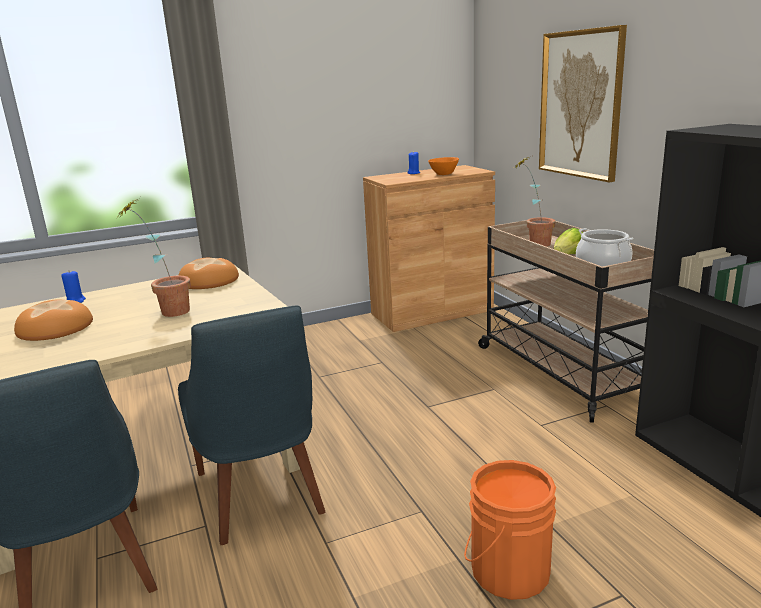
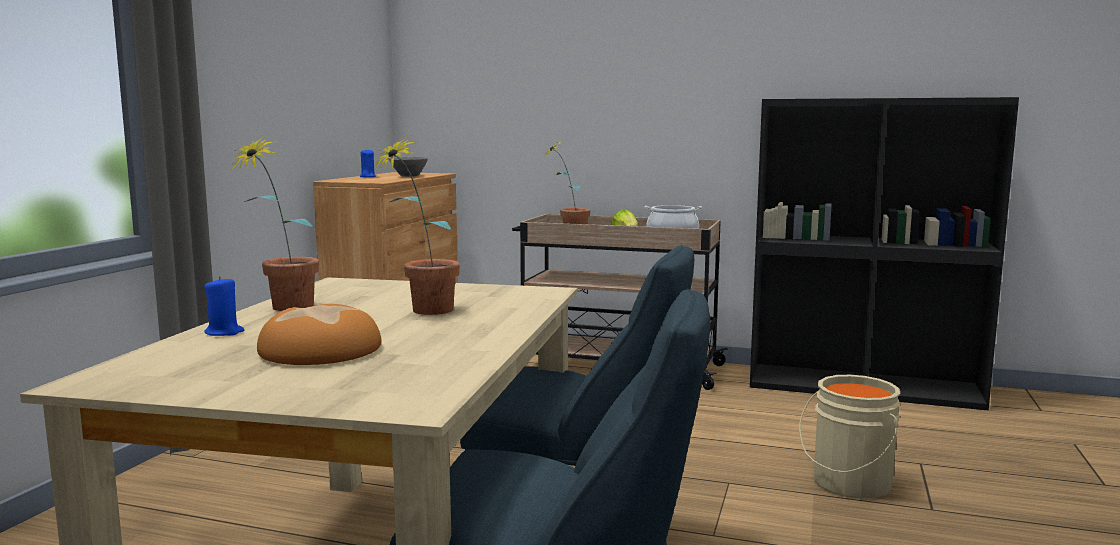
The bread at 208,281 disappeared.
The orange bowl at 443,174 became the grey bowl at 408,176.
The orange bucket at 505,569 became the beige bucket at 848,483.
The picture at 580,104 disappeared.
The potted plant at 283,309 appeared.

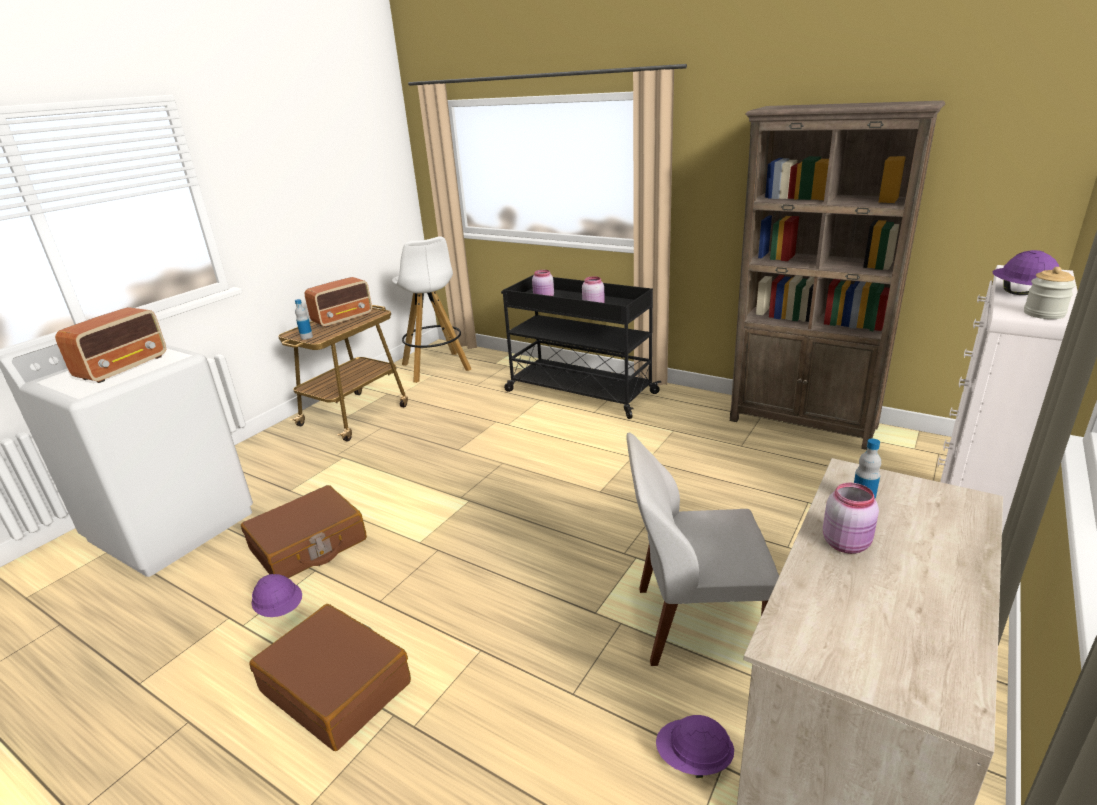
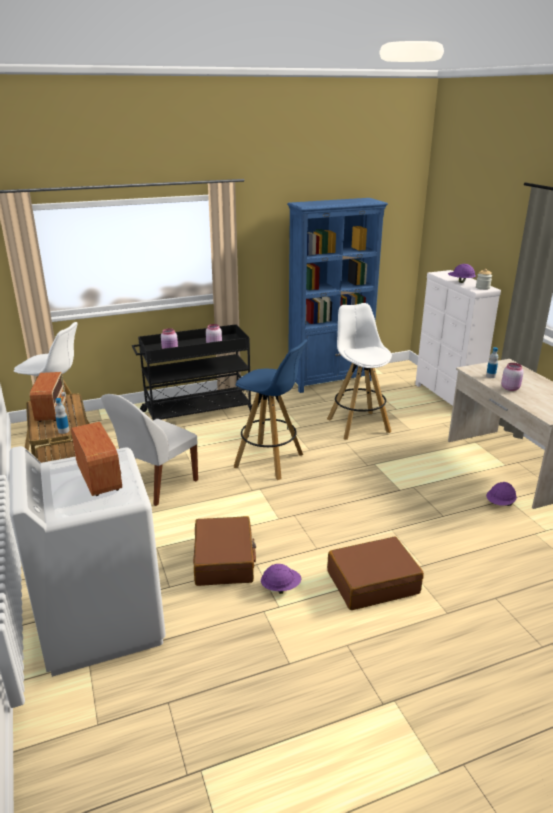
The white chair moved from 693,623 to 156,484.
The brown bookcase at 803,423 became the blue bookcase at 330,380.
The blue stool at 270,461 appeared.
The white stool at 358,425 appeared.

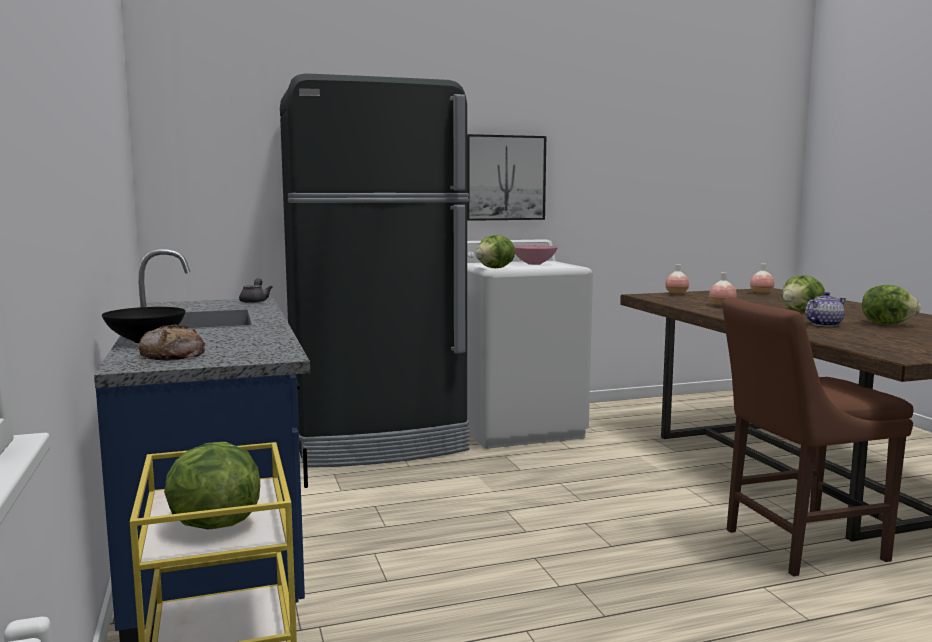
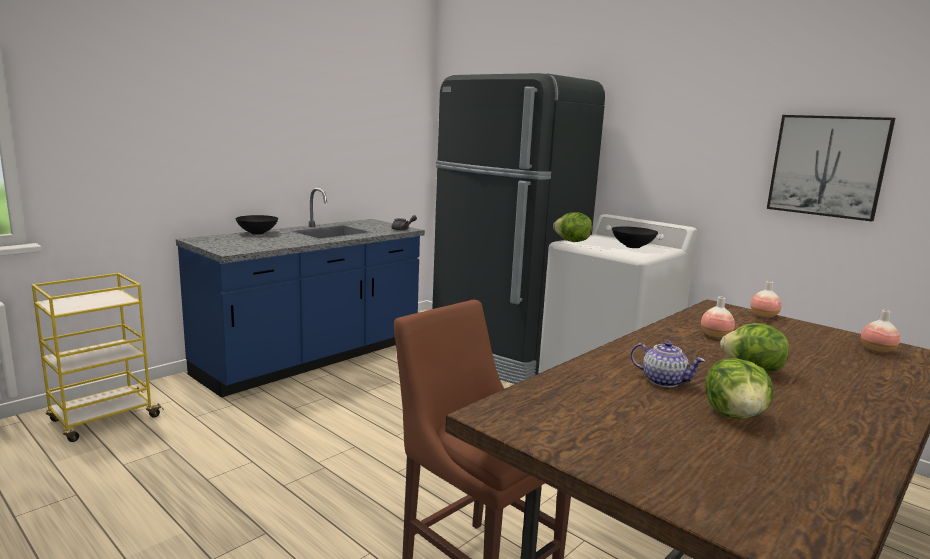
The bread at 173,354 disappeared.
The lettuce at 212,524 disappeared.
The picture moved from 505,178 to 827,166.
The pink bowl at 535,264 became the black bowl at 633,247.

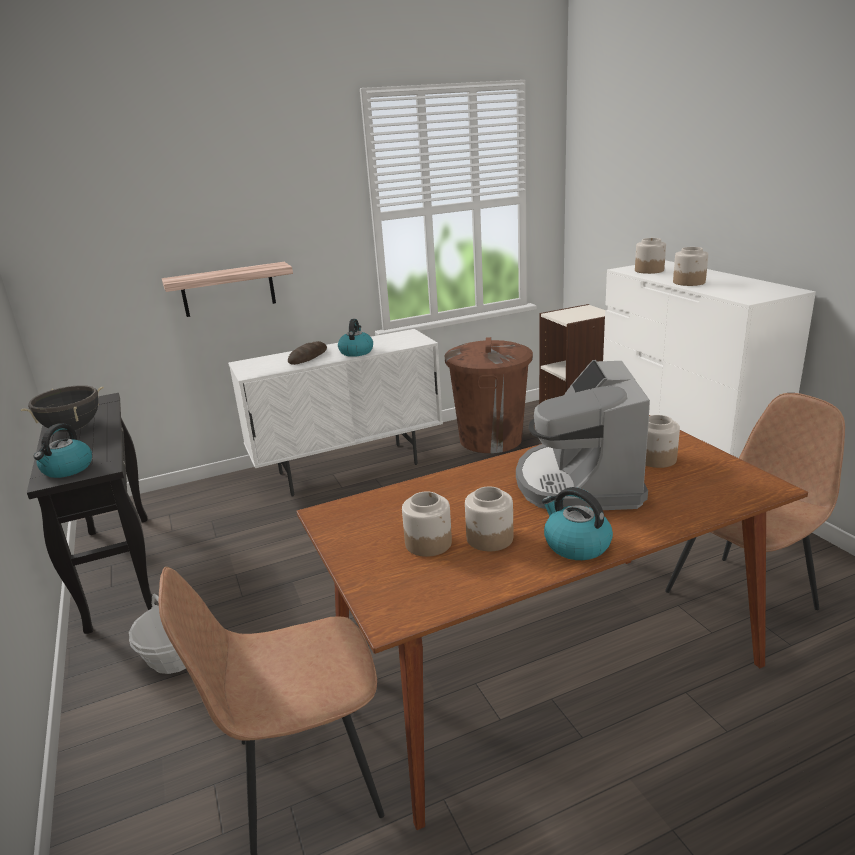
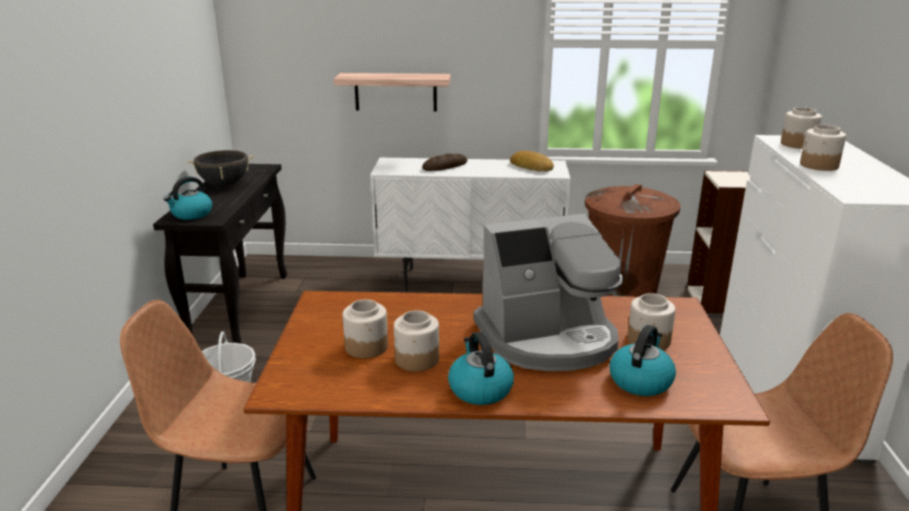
The kettle moved from 356,352 to 640,380.
The coffee machine at 579,482 turned 135 degrees counterclockwise.
The bread at 532,166 appeared.

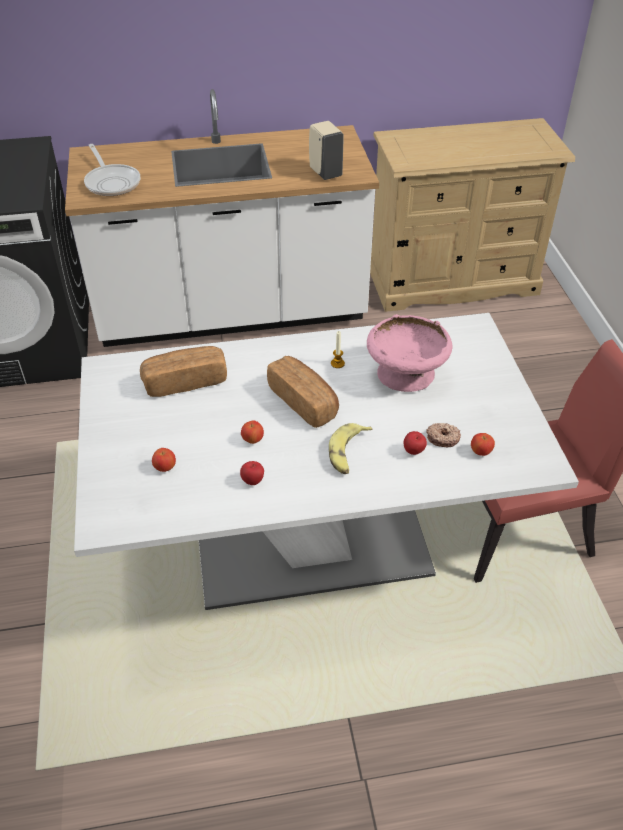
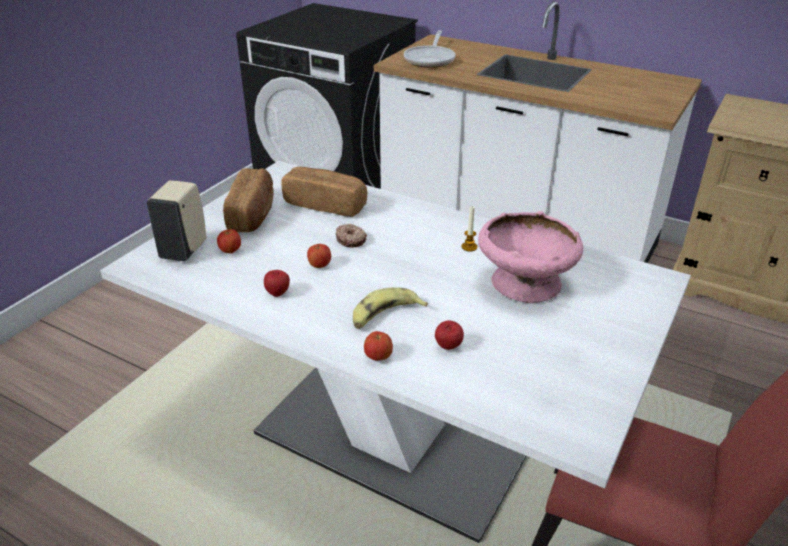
The bread moved from 304,401 to 253,214.
The beige soap dispenser moved from 325,172 to 185,250.
The donut moved from 443,438 to 351,240.
The apple moved from 481,452 to 378,357.

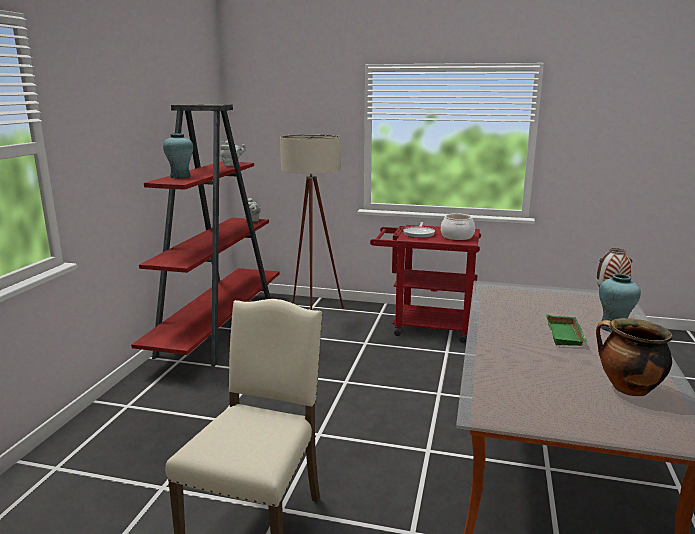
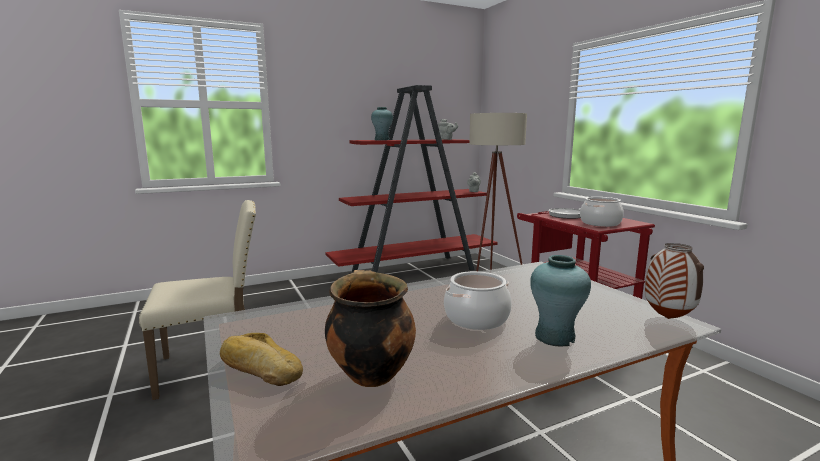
The green tray at 566,335 was replaced by the cooking pot at 476,319.
The bread at 259,369 appeared.

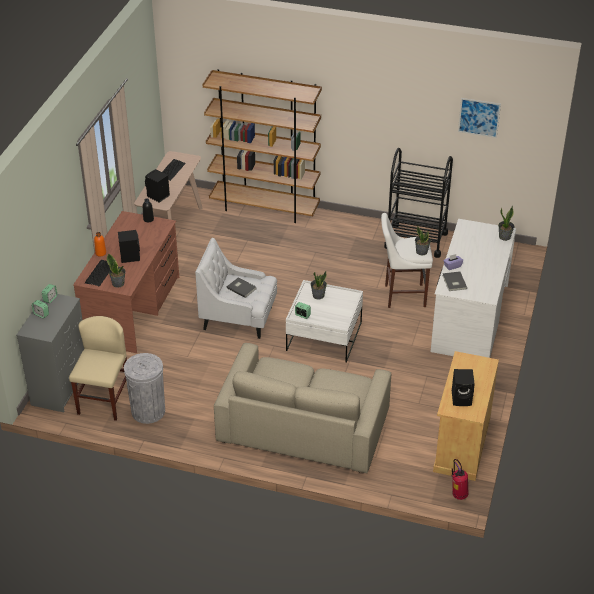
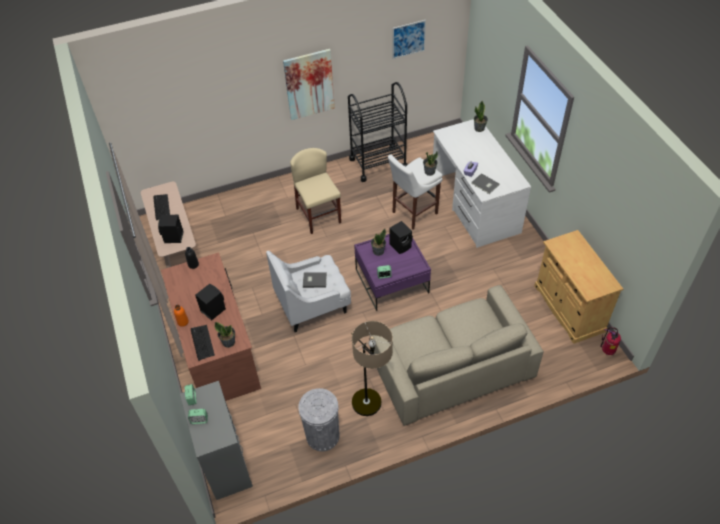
The beige chair moved from 104,400 to 318,215.
The brown bookcase at 265,208 disappeared.
The white coffee table at 324,336 became the purple coffee table at 392,281.
The black speaker moved from 462,398 to 401,245.
The picture at 309,84 appeared.
The floor lamp at 371,413 appeared.

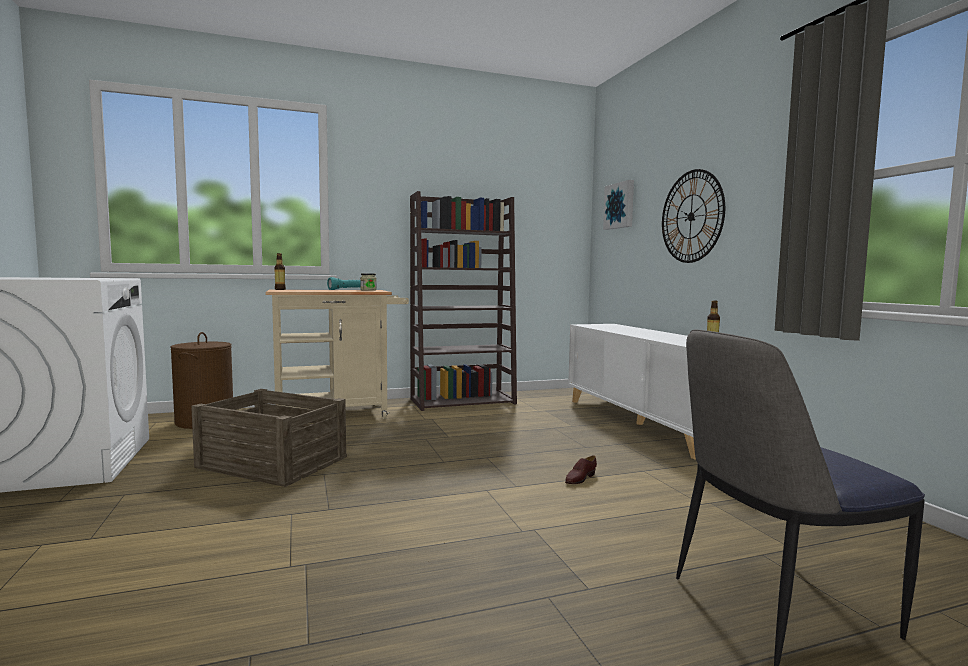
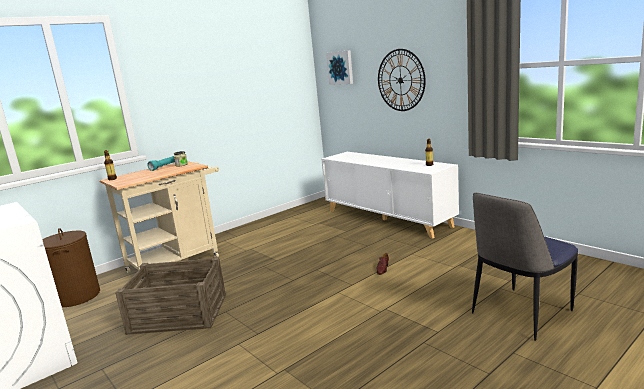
The brown bookcase at 463,401 disappeared.

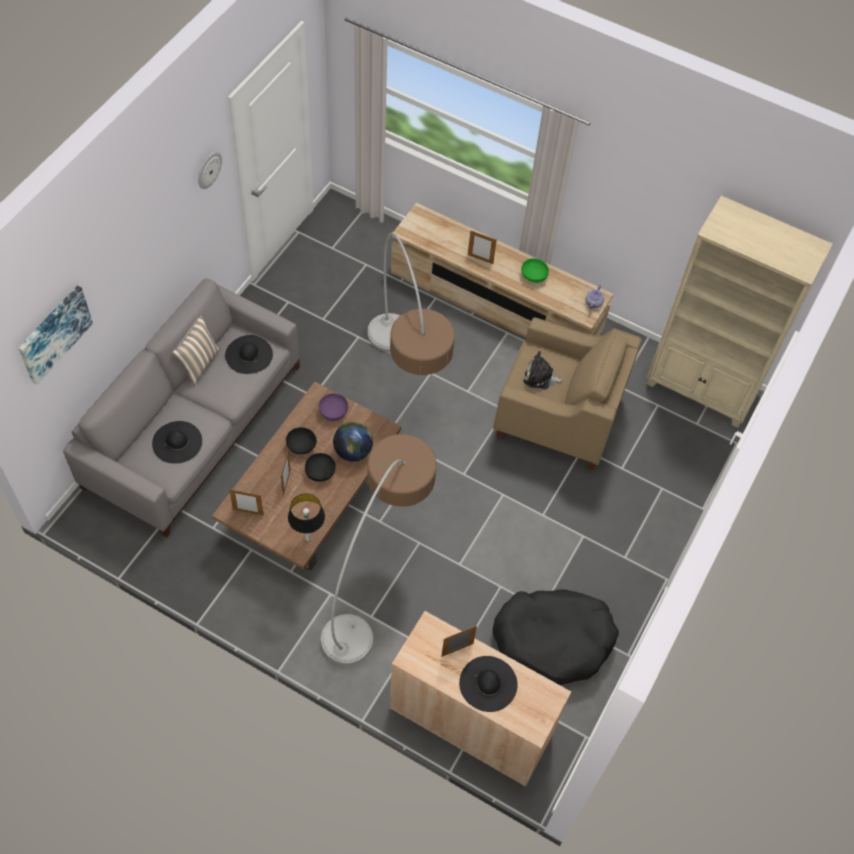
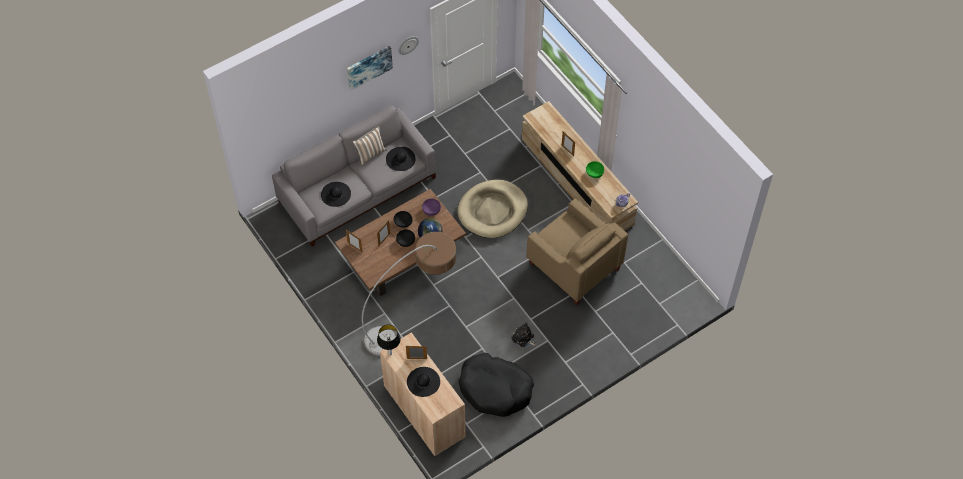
The picture moved from 54,333 to 369,67.
The table lamp moved from 308,538 to 390,353.
The floor lamp at 405,383 was replaced by the beige dog bed at 492,211.
The plush toy moved from 540,377 to 523,338.
The beige bookcase at 701,389 disappeared.

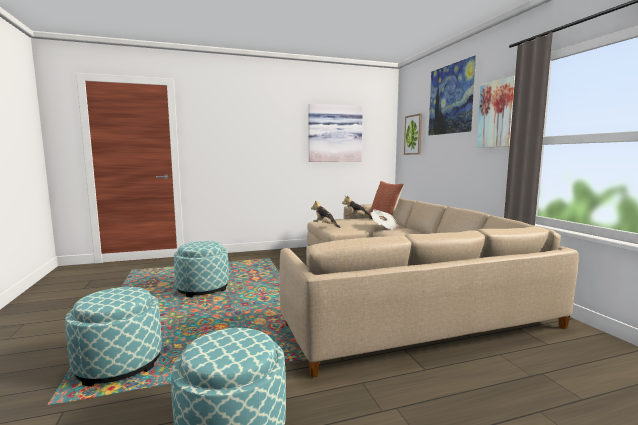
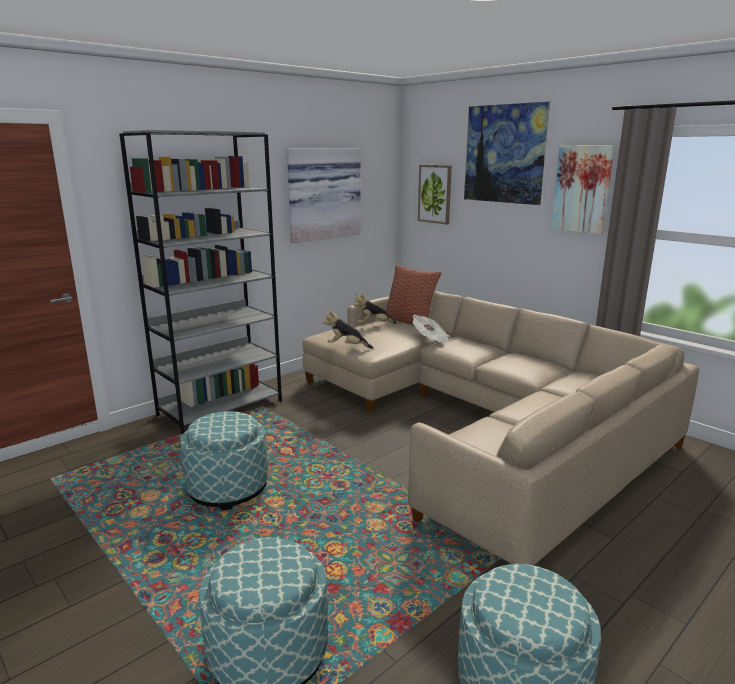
The grey bookcase at 221,407 appeared.

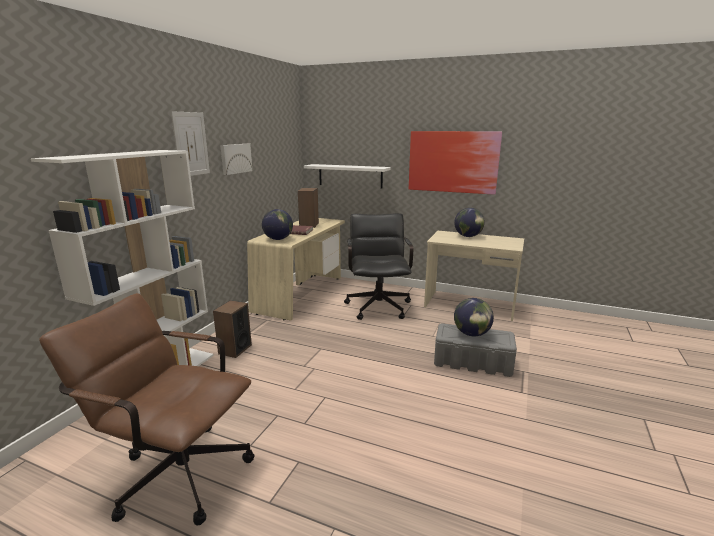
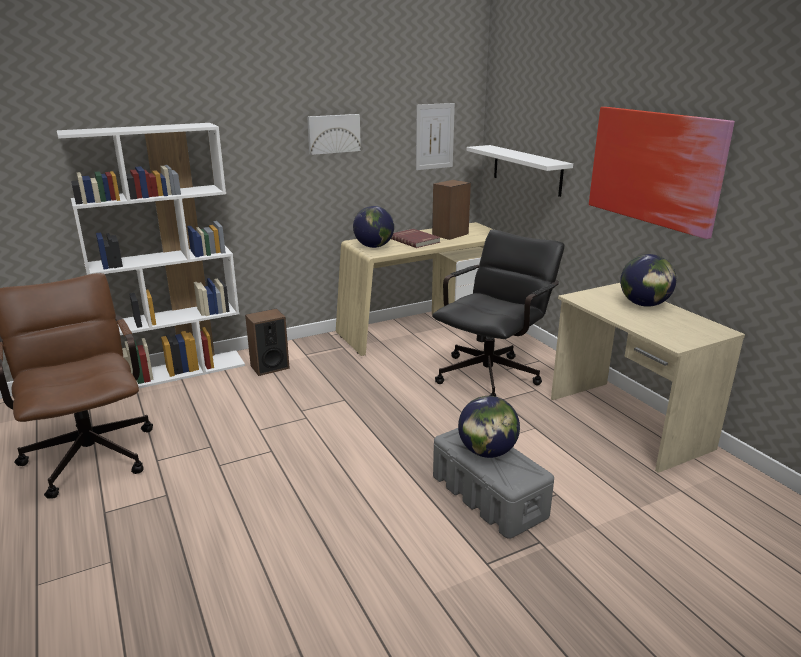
The picture moved from 191,144 to 434,136.

